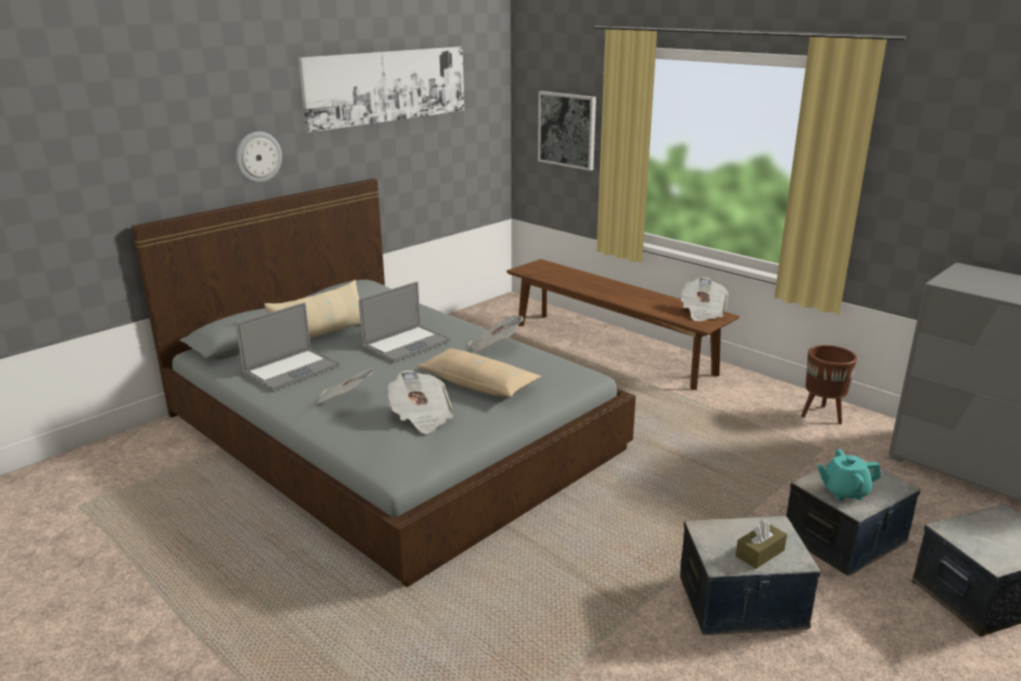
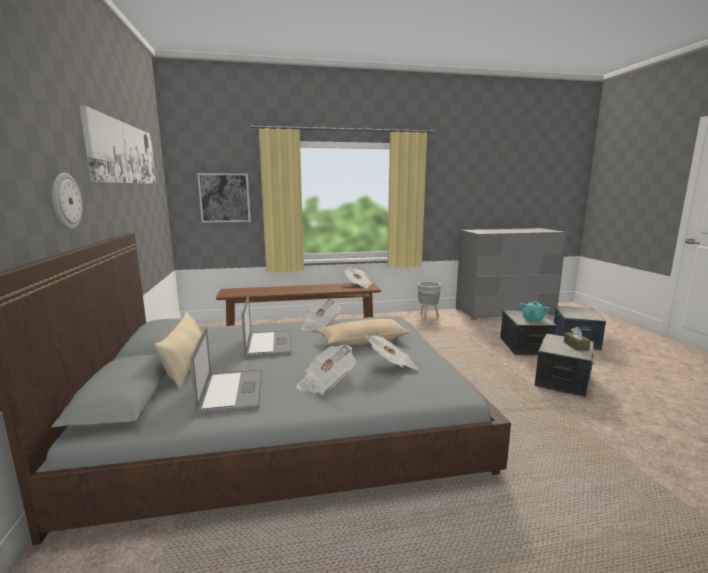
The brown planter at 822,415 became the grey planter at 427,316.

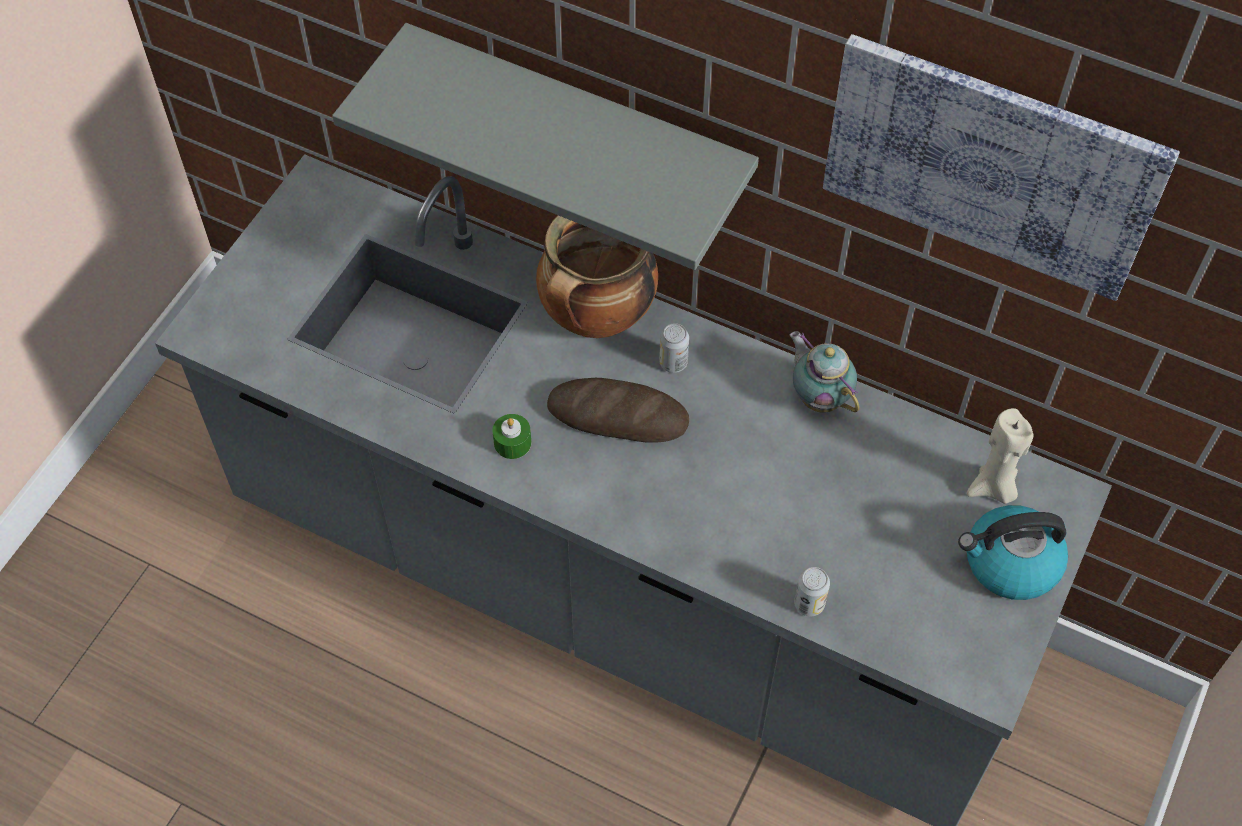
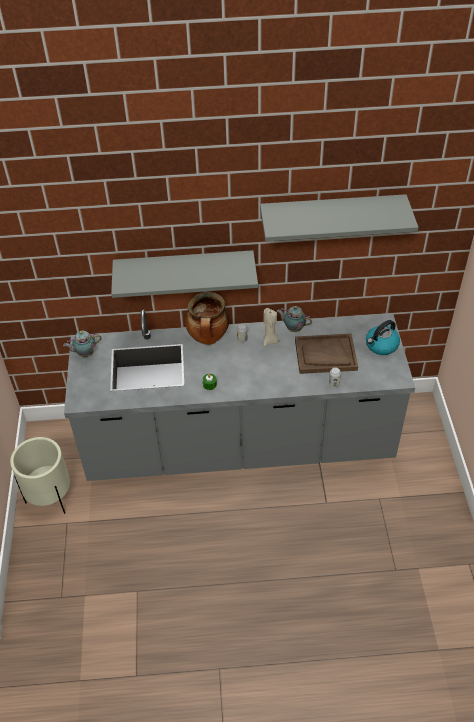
The bread at 617,416 disappeared.
The picture at 990,165 was replaced by the grey shelf at 332,215.
The beige candle moved from 993,488 to 270,341.
The beige planter at 50,497 appeared.
The teapot at 84,353 appeared.
The brown tray at 325,355 appeared.

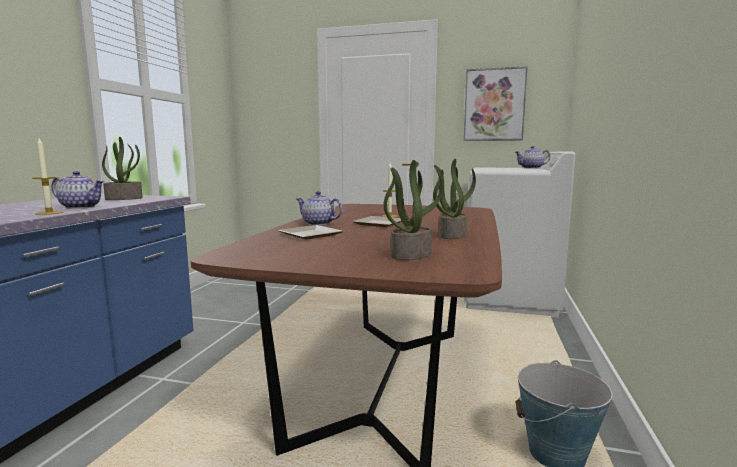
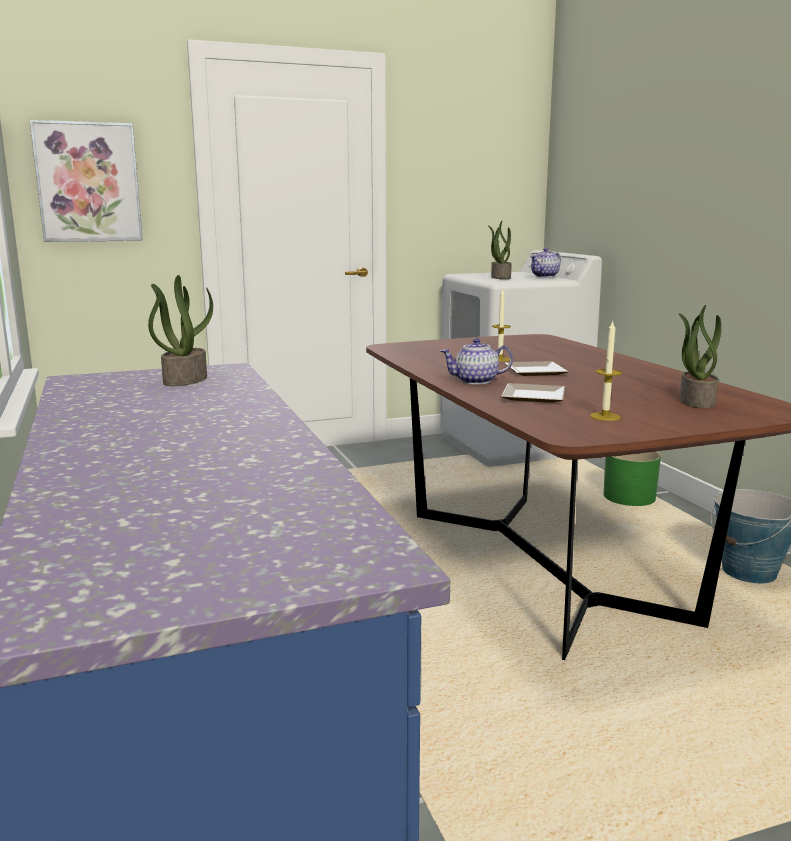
The candle moved from 49,213 to 605,416.
The teapot at 81,207 disappeared.
The potted plant moved from 452,235 to 500,277.
The picture moved from 494,105 to 88,182.
The green planter at 629,498 appeared.

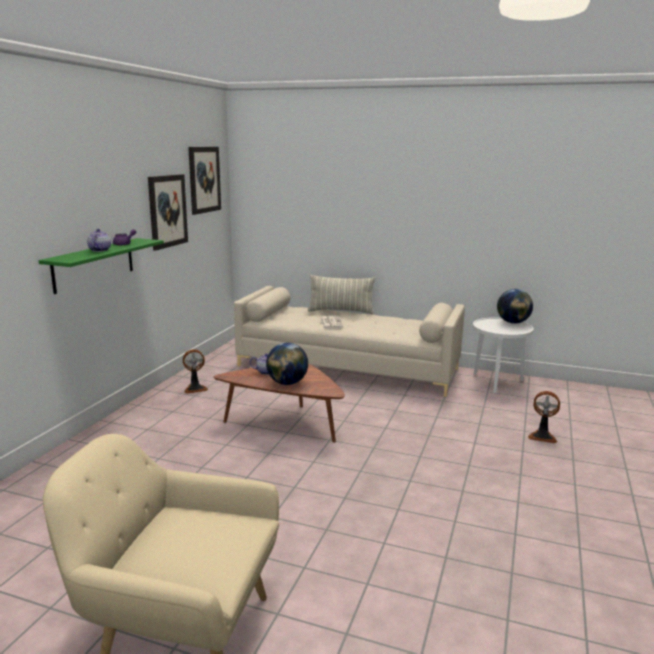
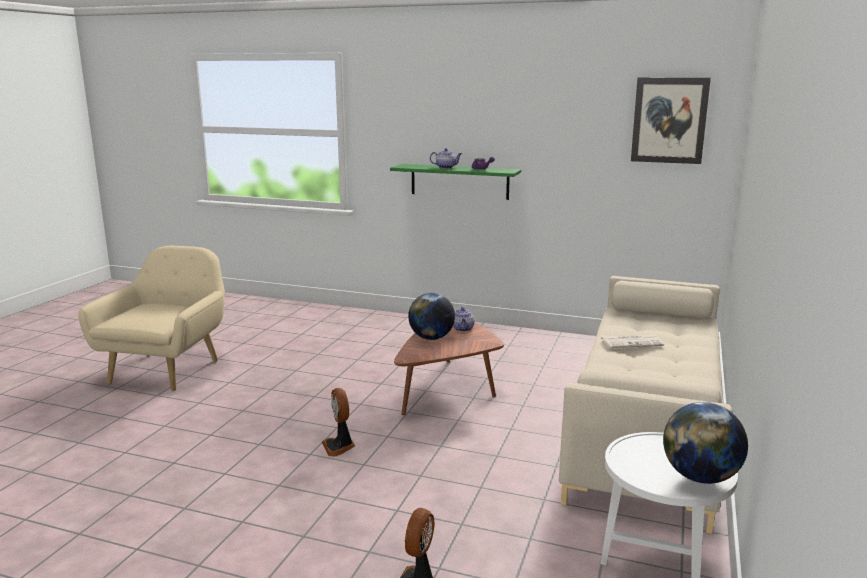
The picture at 167,211 disappeared.
The fan moved from 195,388 to 339,446.
The pillow at 341,311 disappeared.

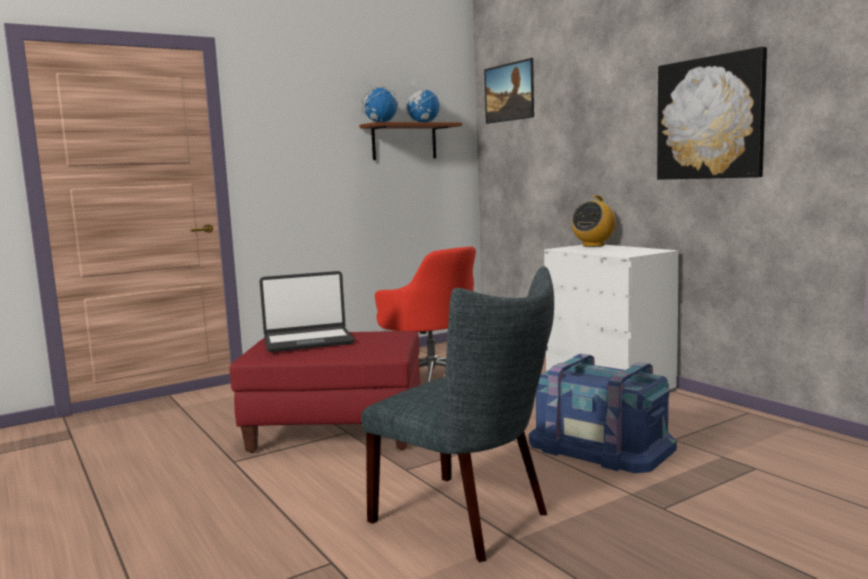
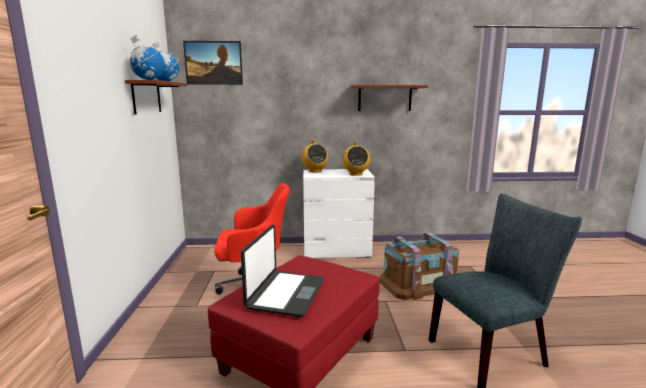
The blue storage box at 601,445 became the brown storage box at 418,283.
The picture at 710,118 was replaced by the brown shelf at 384,98.
The radio at 355,174 appeared.

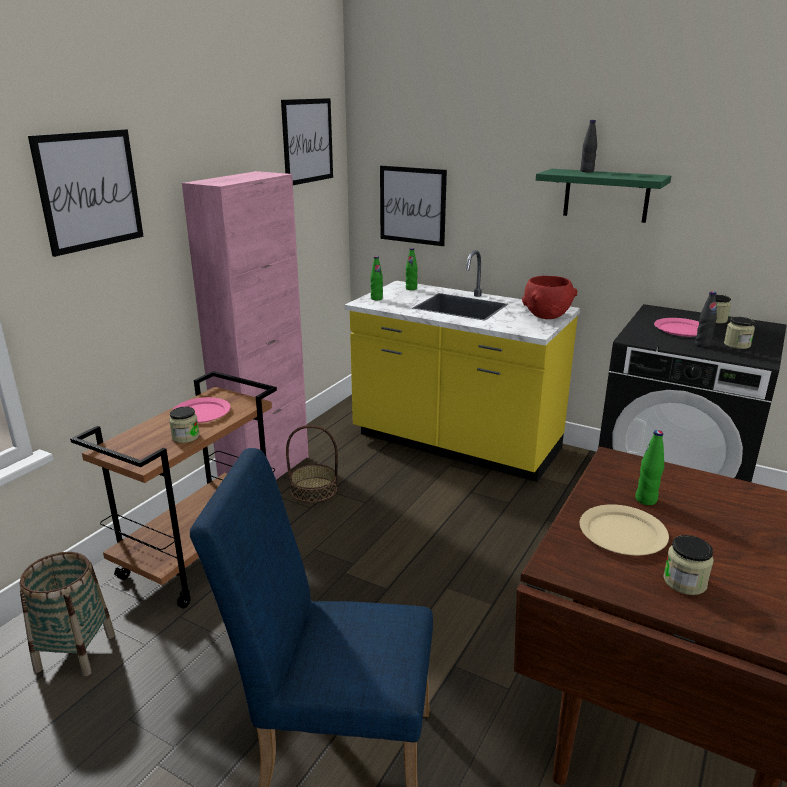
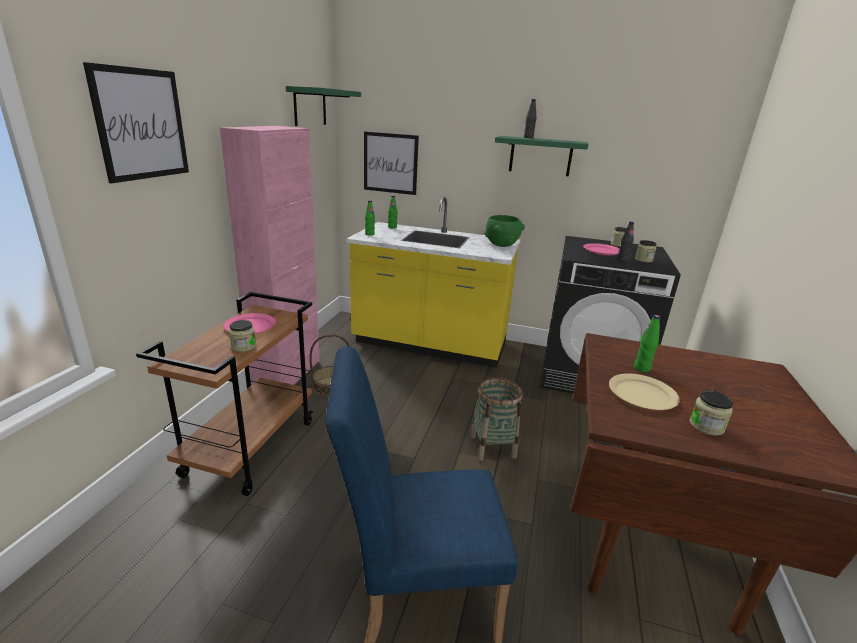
The basket moved from 75,652 to 492,446.
The picture at 307,141 was replaced by the green shelf at 310,107.
The red bowl at 546,316 became the green bowl at 501,245.

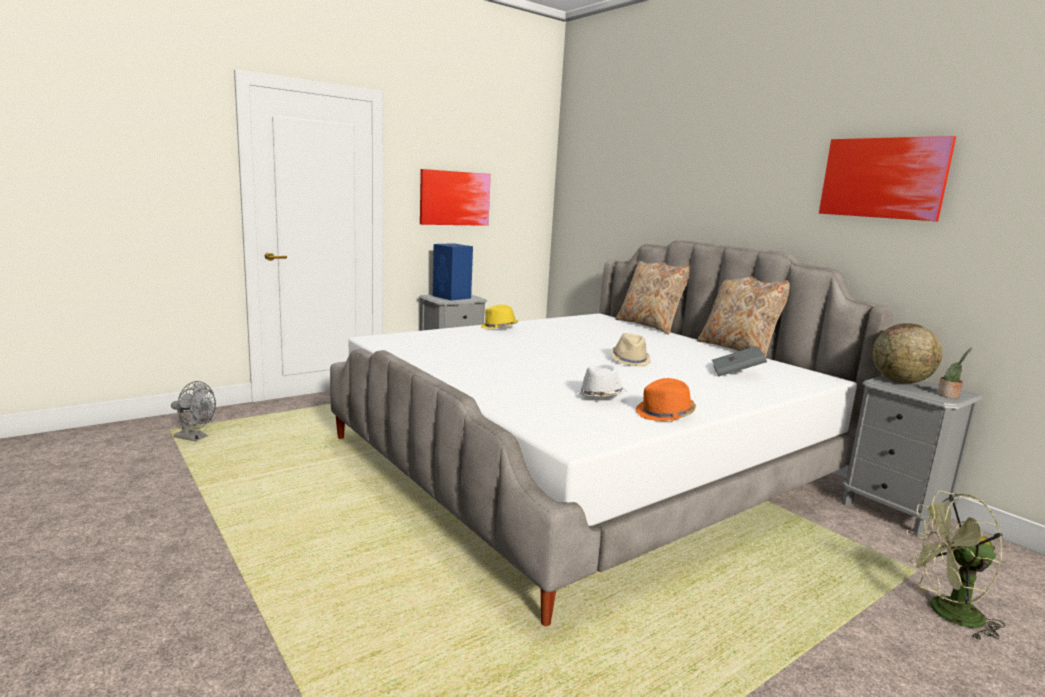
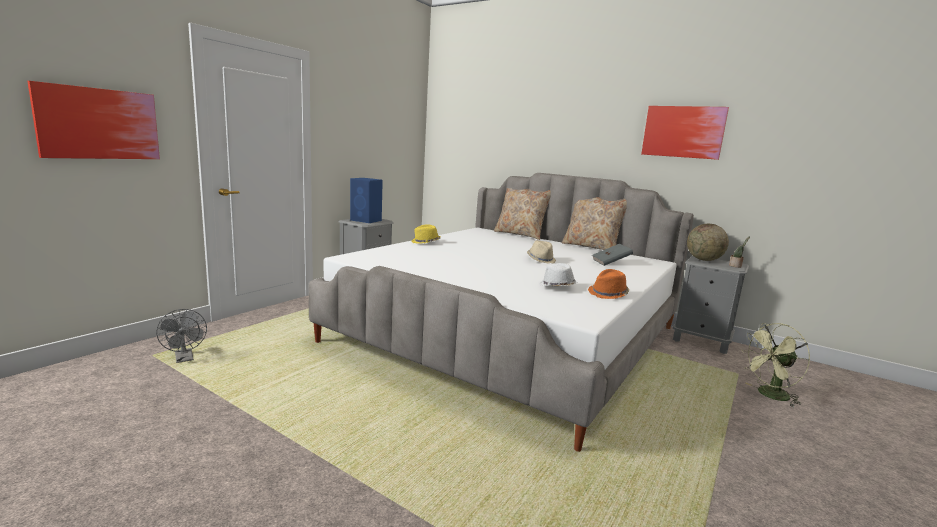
The grey fan at 195,438 turned 60 degrees clockwise.
The picture moved from 454,198 to 99,123.

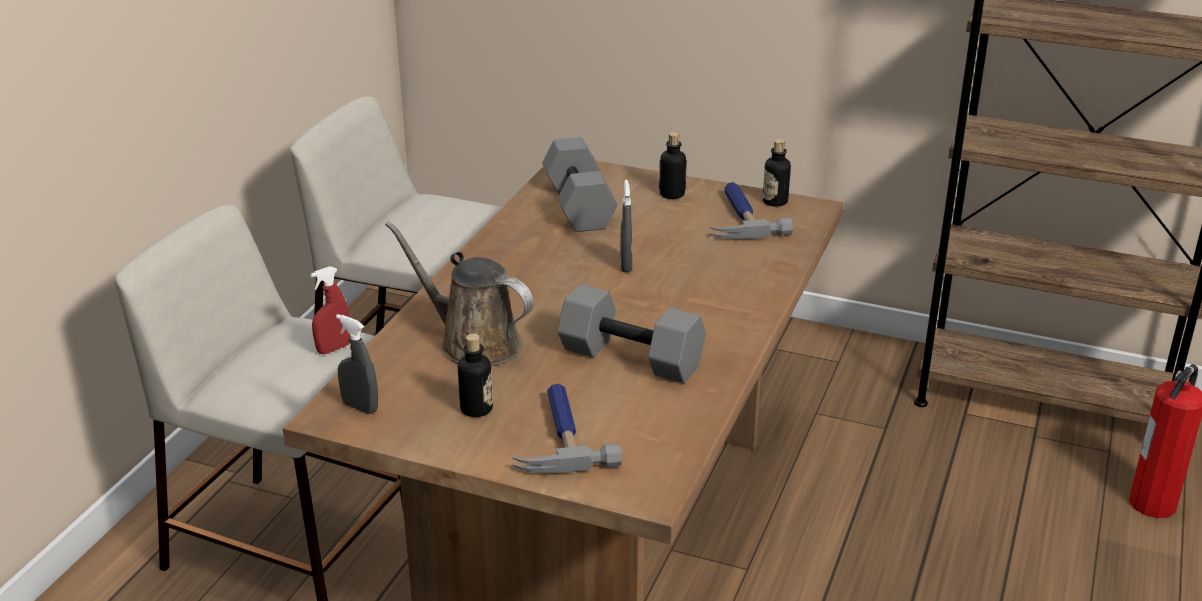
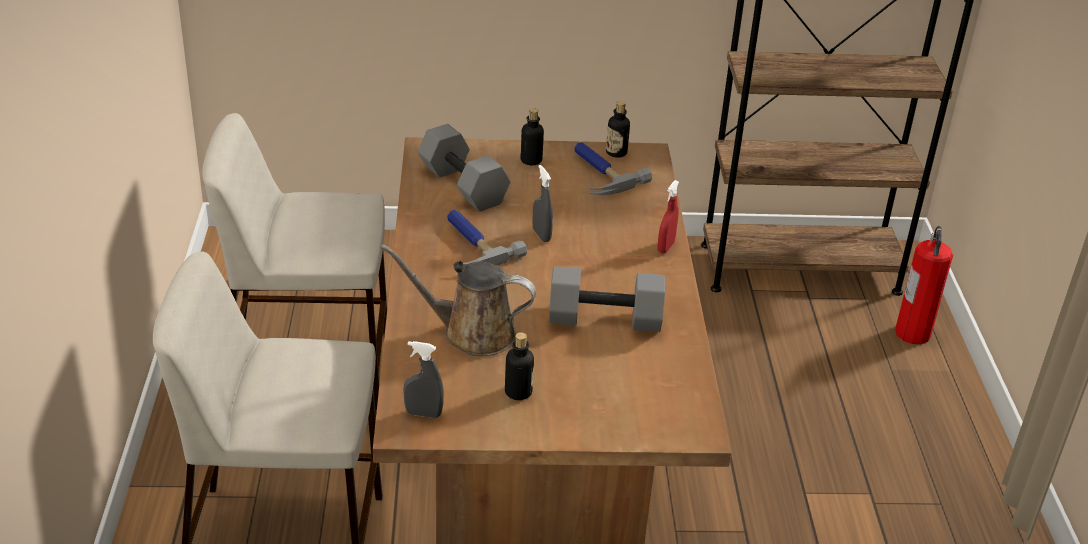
The red spray bottle moved from 334,348 to 665,247.
The hammer moved from 559,436 to 471,245.

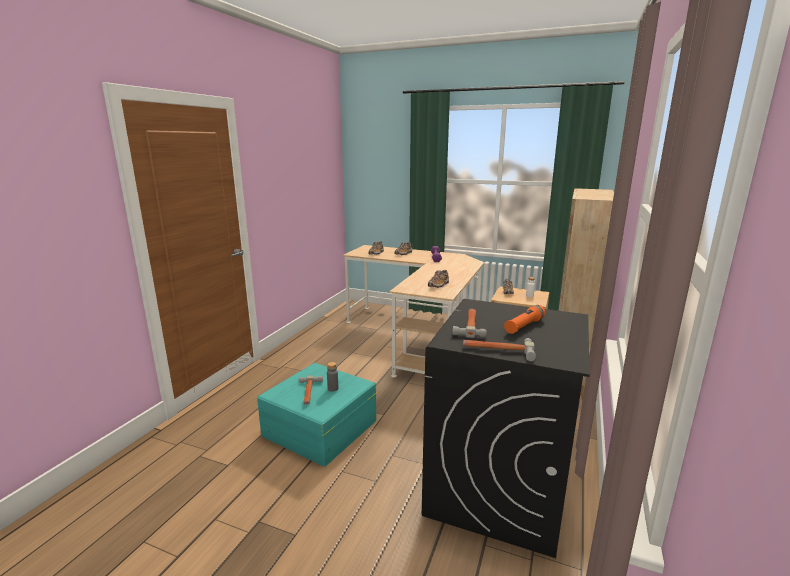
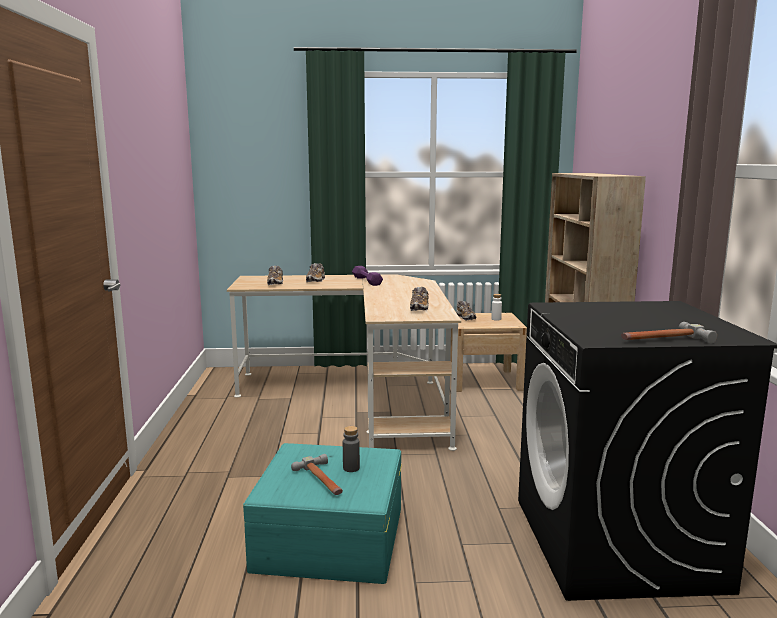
The hammer at 470,325 disappeared.
The orange flashlight at 524,326 disappeared.

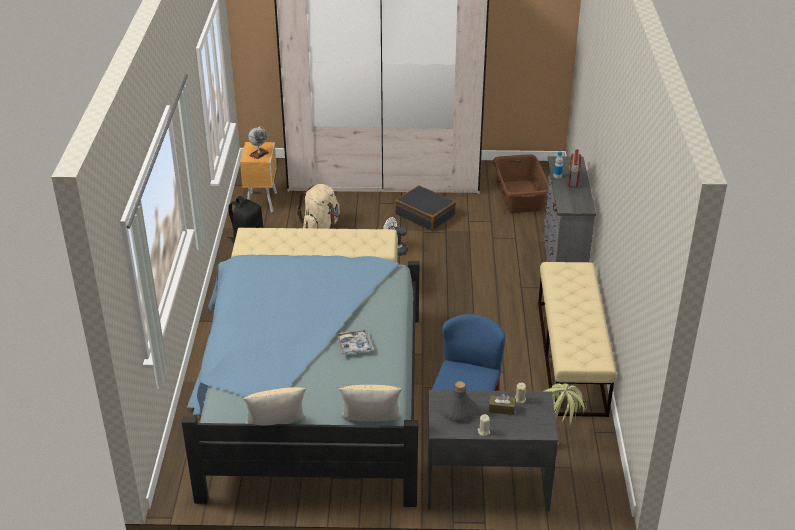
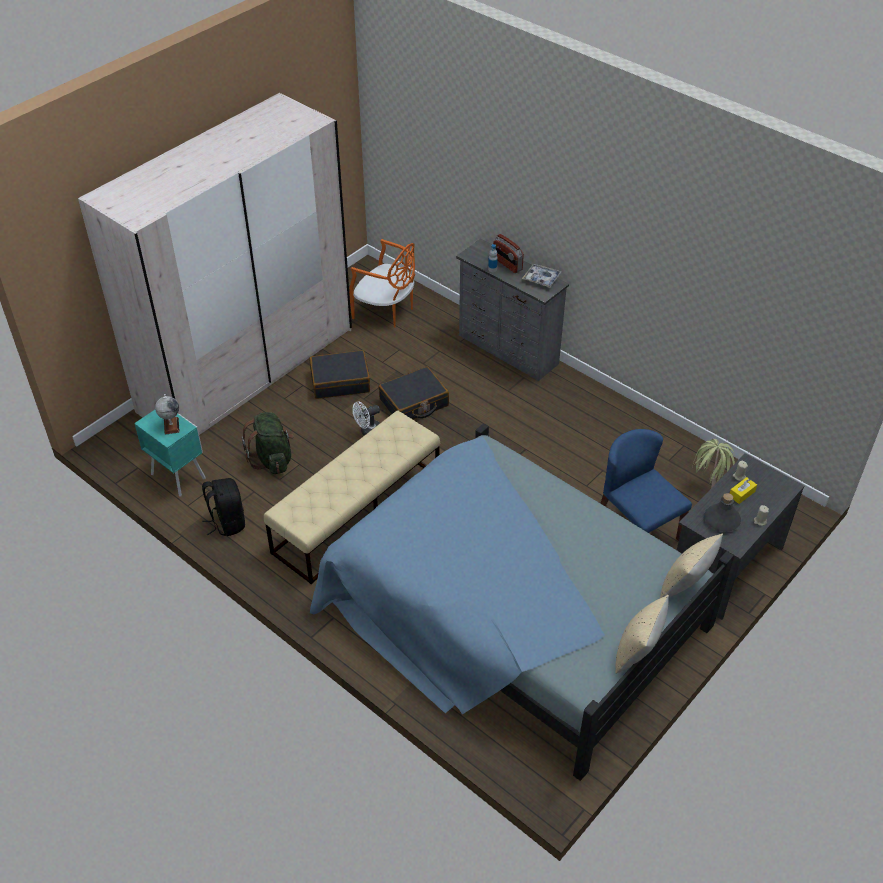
The brown nightstand at 262,202 became the turquoise nightstand at 178,475.
The beige backpack at 320,227 became the green backpack at 272,459.
The tray moved from 355,345 to 541,279.
The brown tissue box at 501,409 became the yellow tissue box at 741,494.
The brown laundry basket at 519,197 was replaced by the orange chair at 386,311.
The beige bench at 571,357 disappeared.
The black suitcase at 414,403 appeared.

